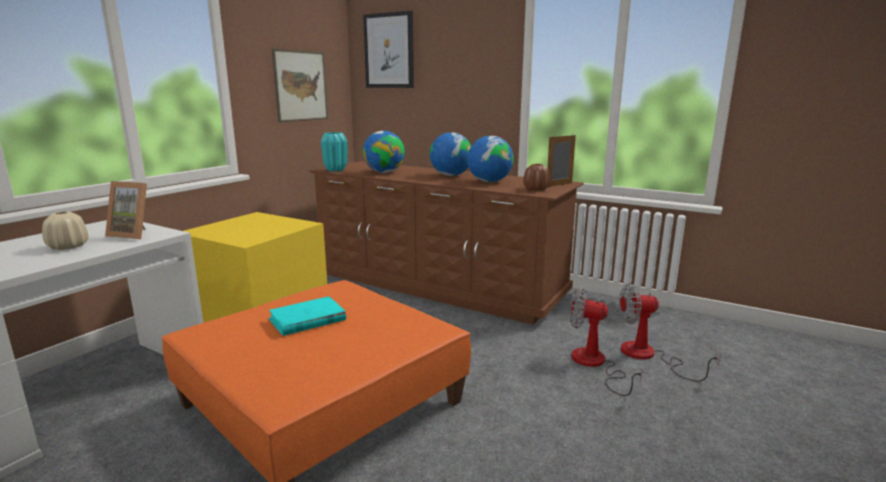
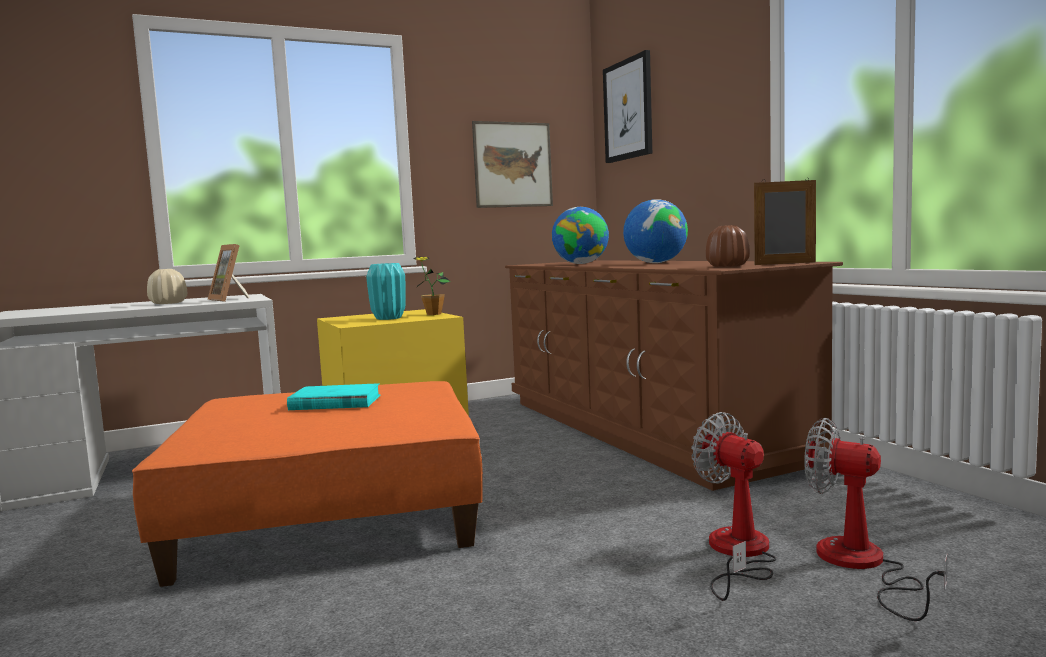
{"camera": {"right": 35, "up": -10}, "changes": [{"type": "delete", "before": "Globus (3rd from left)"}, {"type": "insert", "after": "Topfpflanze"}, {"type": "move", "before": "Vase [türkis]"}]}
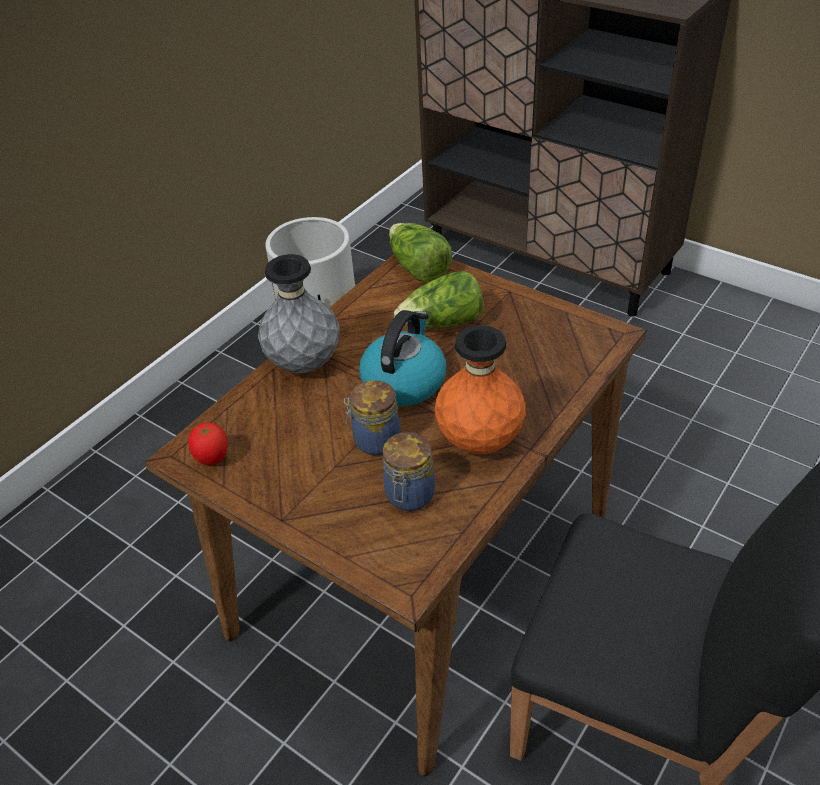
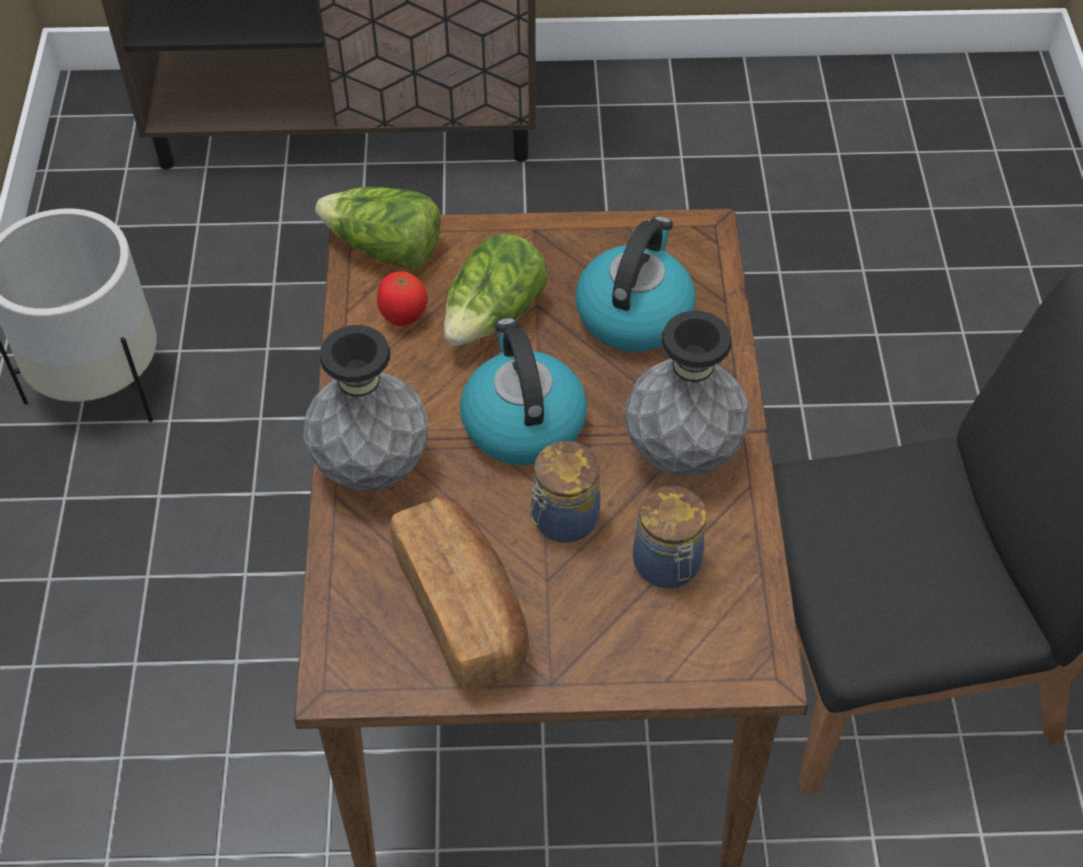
{"camera": {"right": -40, "up": 10}, "changes": [{"type": "insert", "after": "Brot"}, {"type": "insert", "after": "Wasserkessel (2nd from left)"}, {"type": "move", "before": "Tomate"}, {"type": "recolor", "before": "Vase [orange]", "after": "Vase [grau] (2nd from left)"}]}
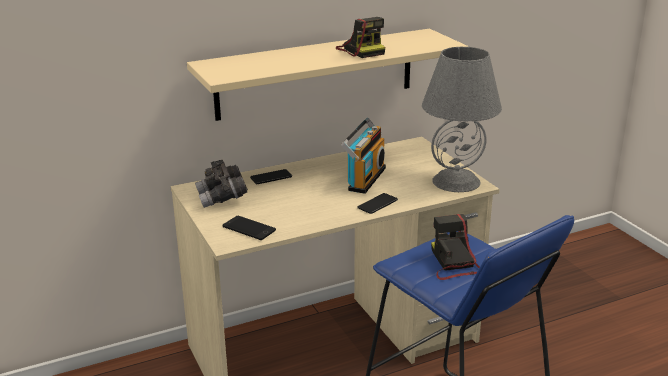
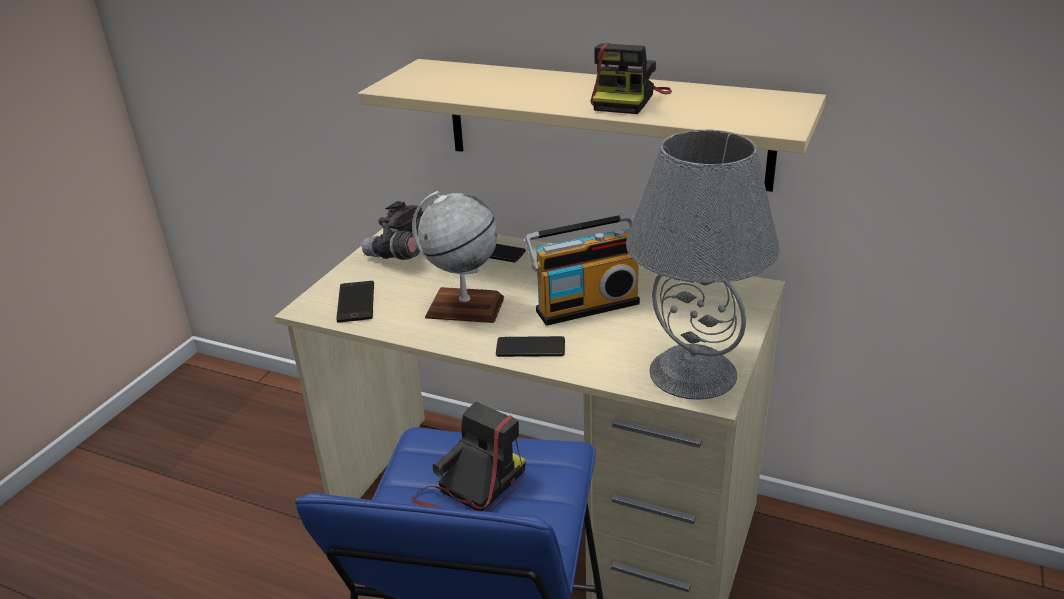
{"camera": {"right": 50, "up": 5}, "changes": [{"type": "insert", "after": "Globus"}]}
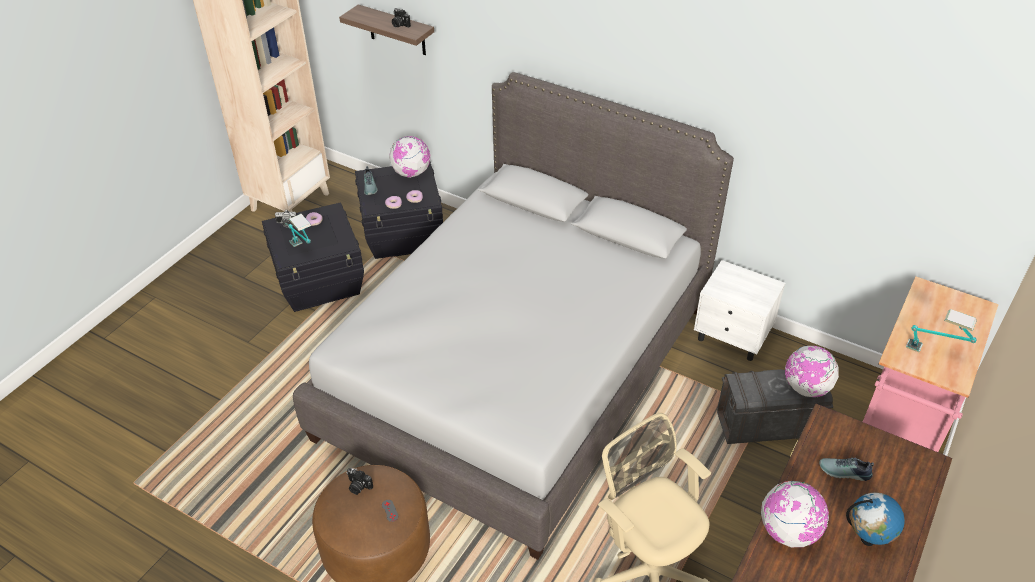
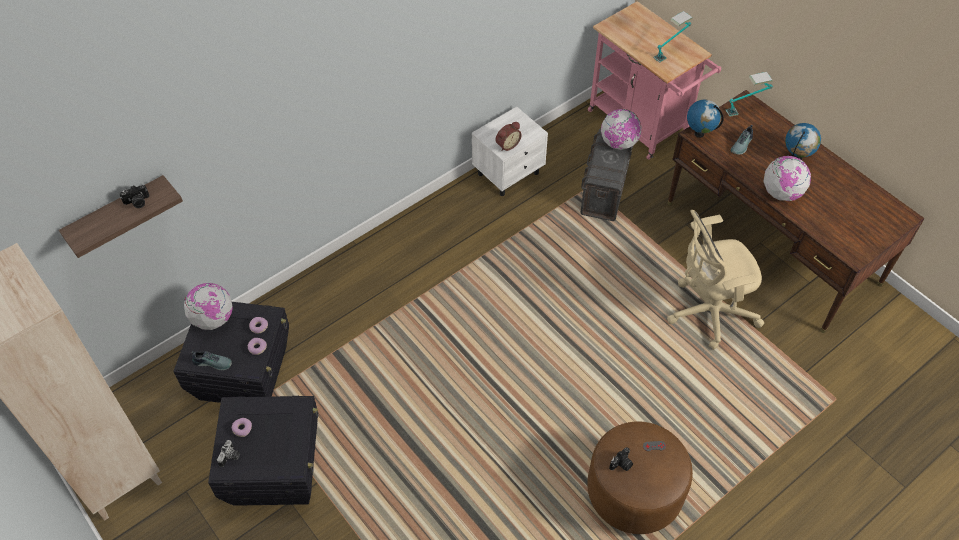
{"camera": {"right": -70, "up": 10}, "changes": [{"type": "delete", "before": "Bett [grau]"}, {"type": "insert", "after": "Wecker"}, {"type": "insert", "after": "Globus (3rd from left)"}, {"type": "move", "before": "Tischlampe (1st from left in the first image)", "after": "Tischlampe (2nd from left)"}]}
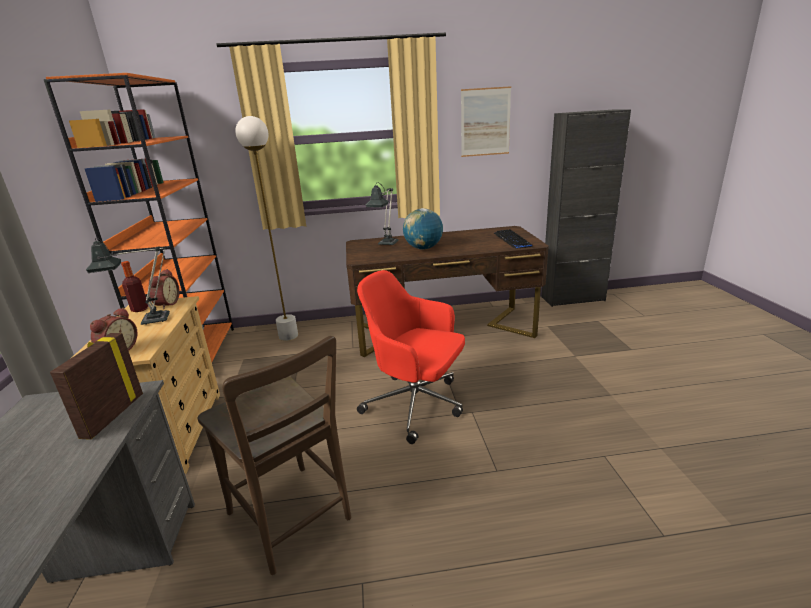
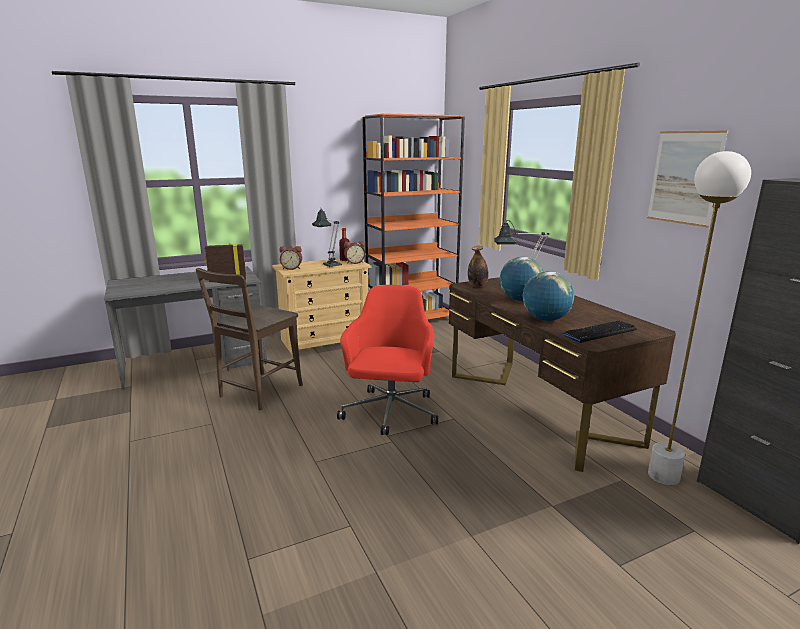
{"camera": {"right": 70, "up": -5}, "changes": [{"type": "insert", "after": "Flasche (2nd from left)"}, {"type": "insert", "after": "Globus (2nd from left)"}, {"type": "move", "before": "Stehlampe [weiß]"}]}
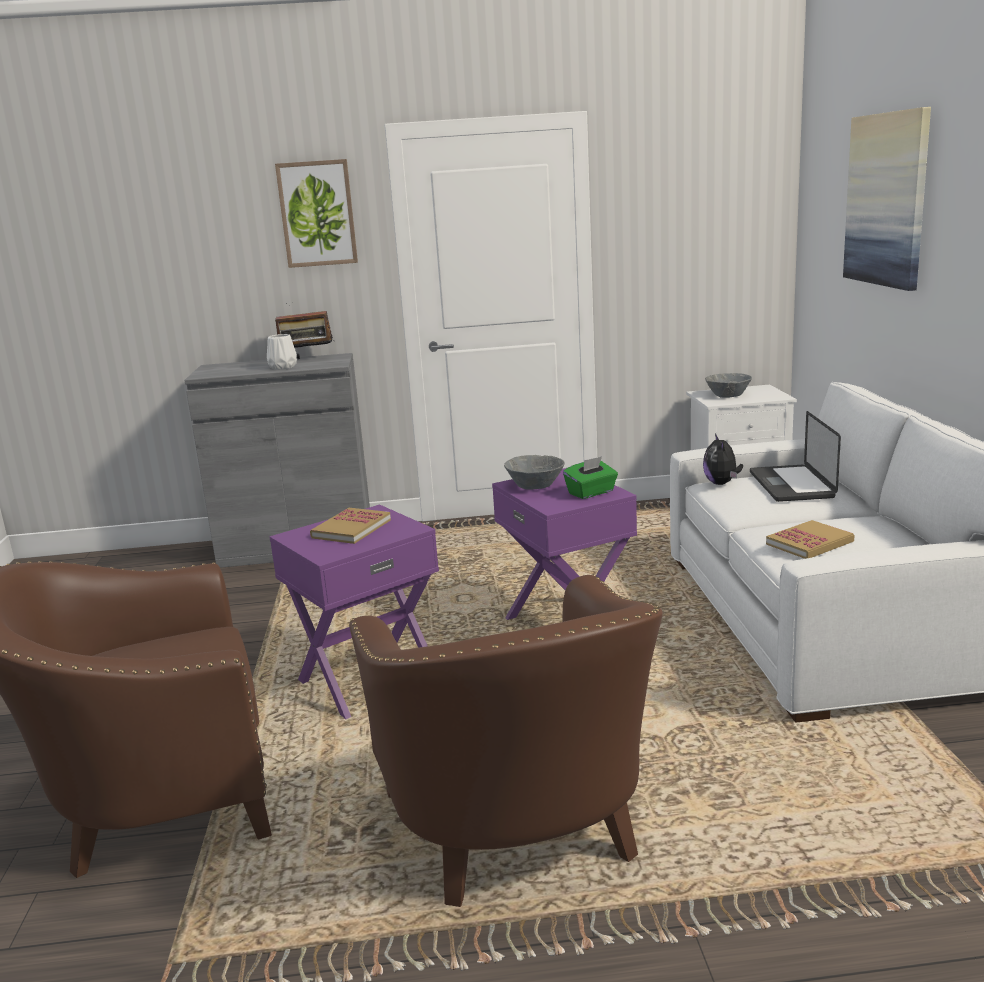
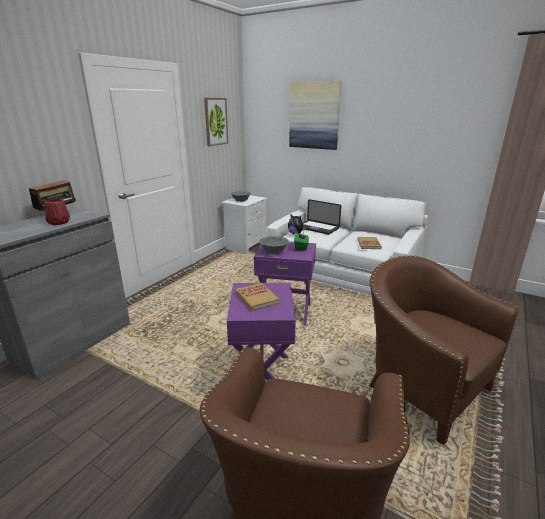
{"camera": {"right": -55, "up": 5}, "changes": [{"type": "move", "before": "Bild (1st from left)"}, {"type": "recolor", "before": "Vase [weiß]", "after": "Vase [rot]"}, {"type": "rotate", "before": "Sessel [braun] (2nd from left)", "turn": -150}]}
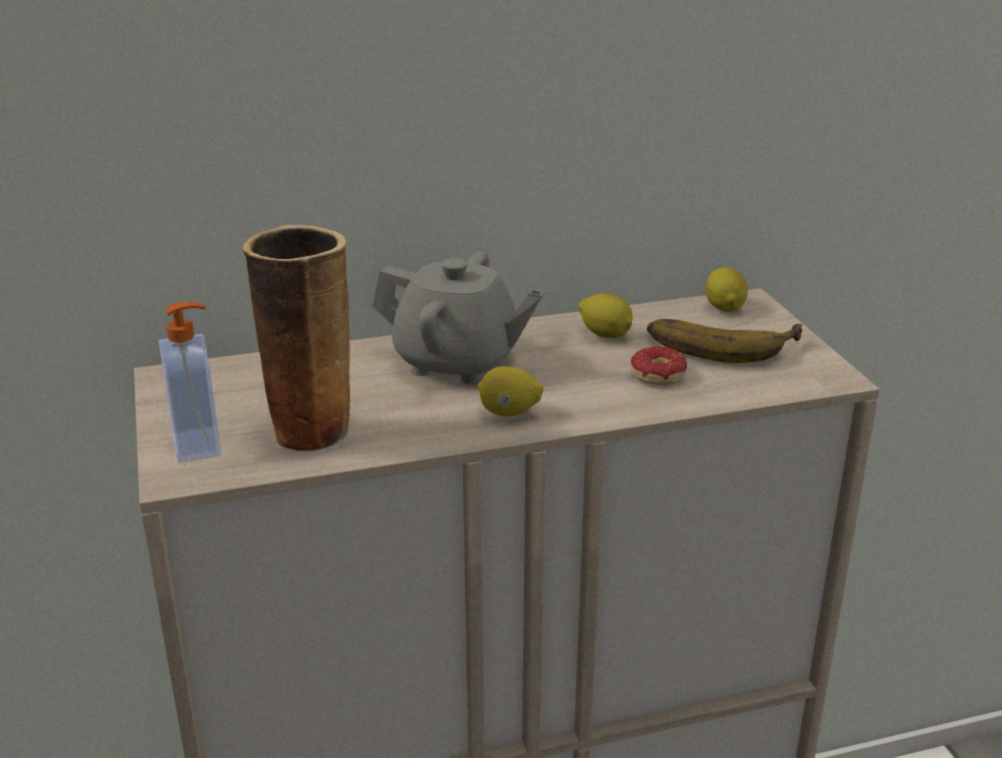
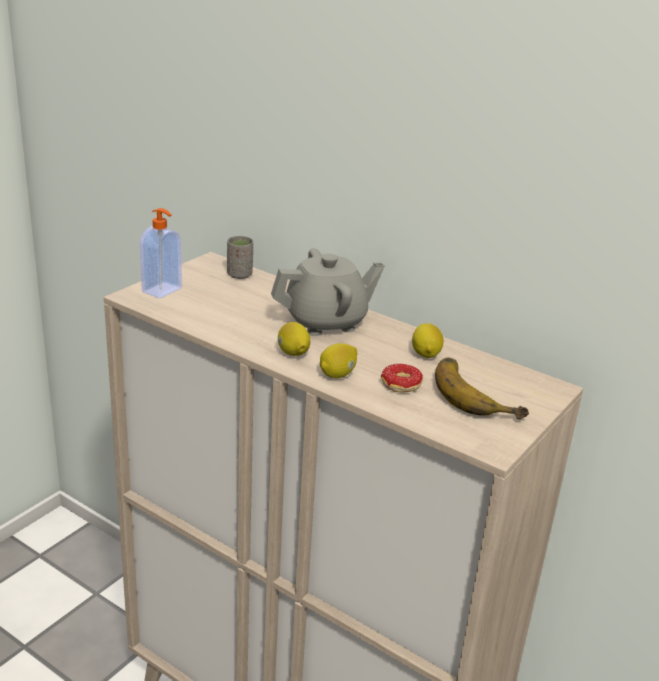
{"camera": {"right": 50, "up": 0}, "changes": [{"type": "delete", "before": "Vase"}, {"type": "insert", "after": "Tasse [grau]"}, {"type": "move", "before": "Zitrone (3rd from left in the first image)", "after": "Zitrone (2nd from left)"}, {"type": "rotate", "before": "Teekanne [grau]", "turn": -90}]}
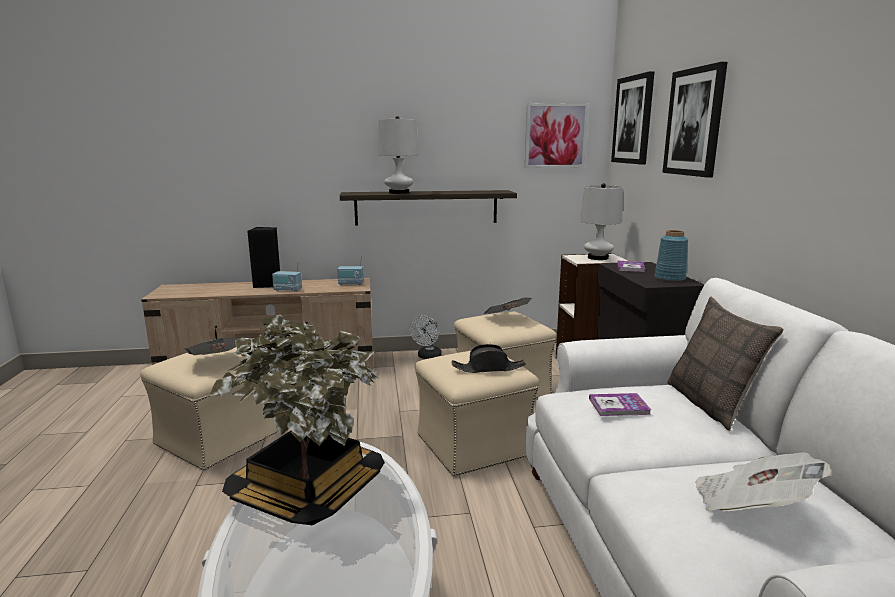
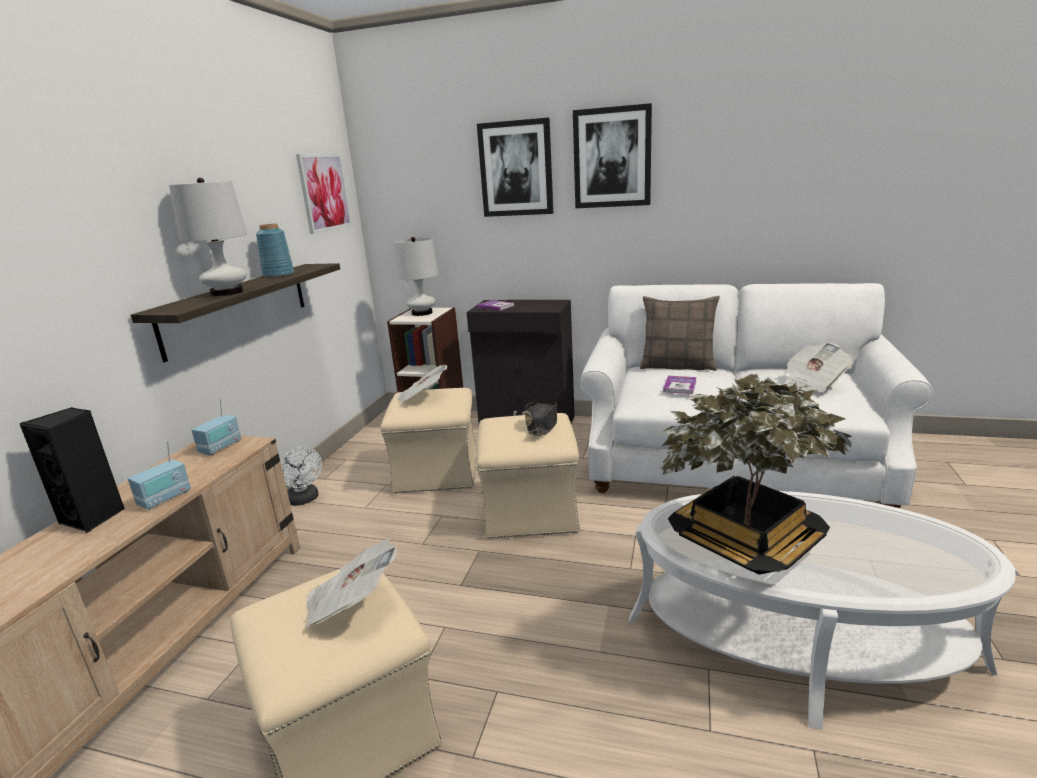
{"camera": {"right": -65, "up": 5}, "changes": [{"type": "move", "before": "Bild (2nd from left in the first image)", "after": "Bild (3rd from left)"}, {"type": "move", "before": "Vase [blau]"}]}
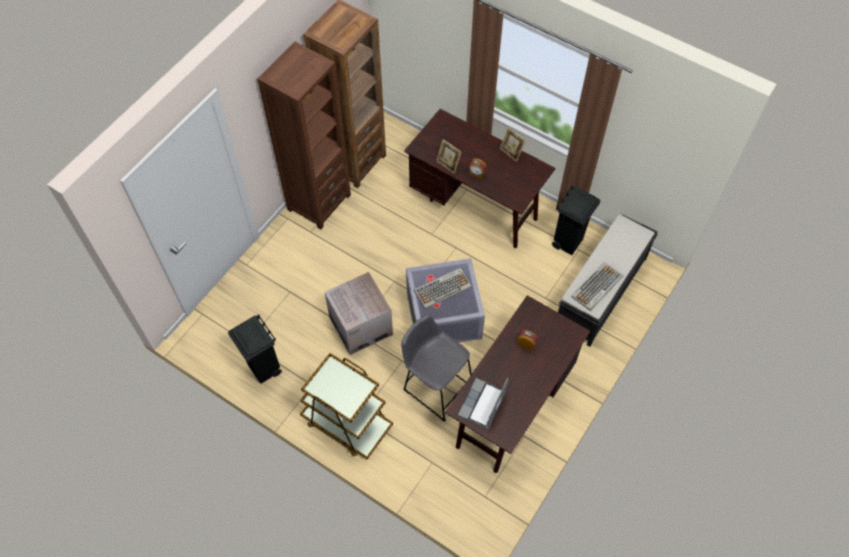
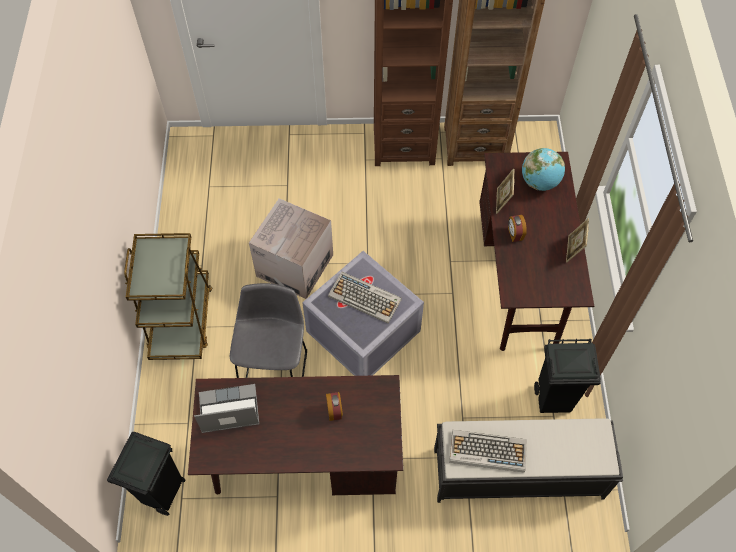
{"camera": {"right": 55, "up": 0}, "changes": [{"type": "insert", "after": "Globus"}, {"type": "move", "before": "Mülleimer [schwarz] (1st from left)"}]}
